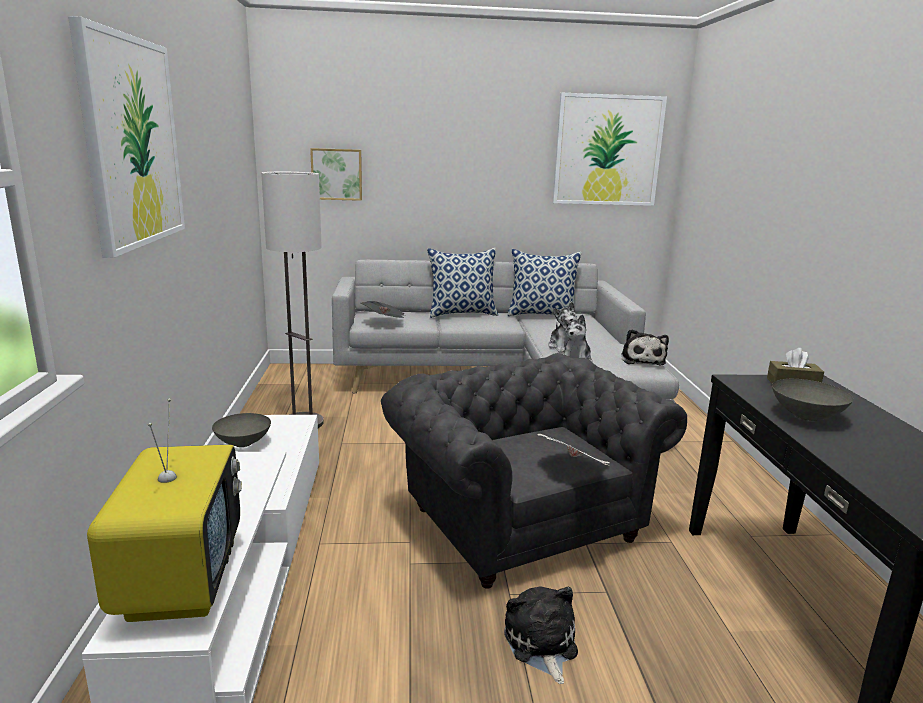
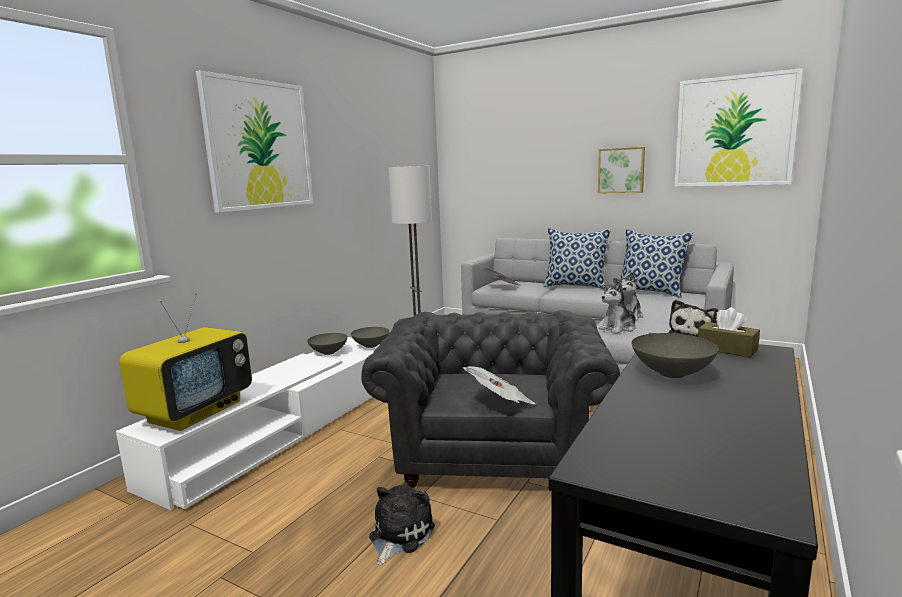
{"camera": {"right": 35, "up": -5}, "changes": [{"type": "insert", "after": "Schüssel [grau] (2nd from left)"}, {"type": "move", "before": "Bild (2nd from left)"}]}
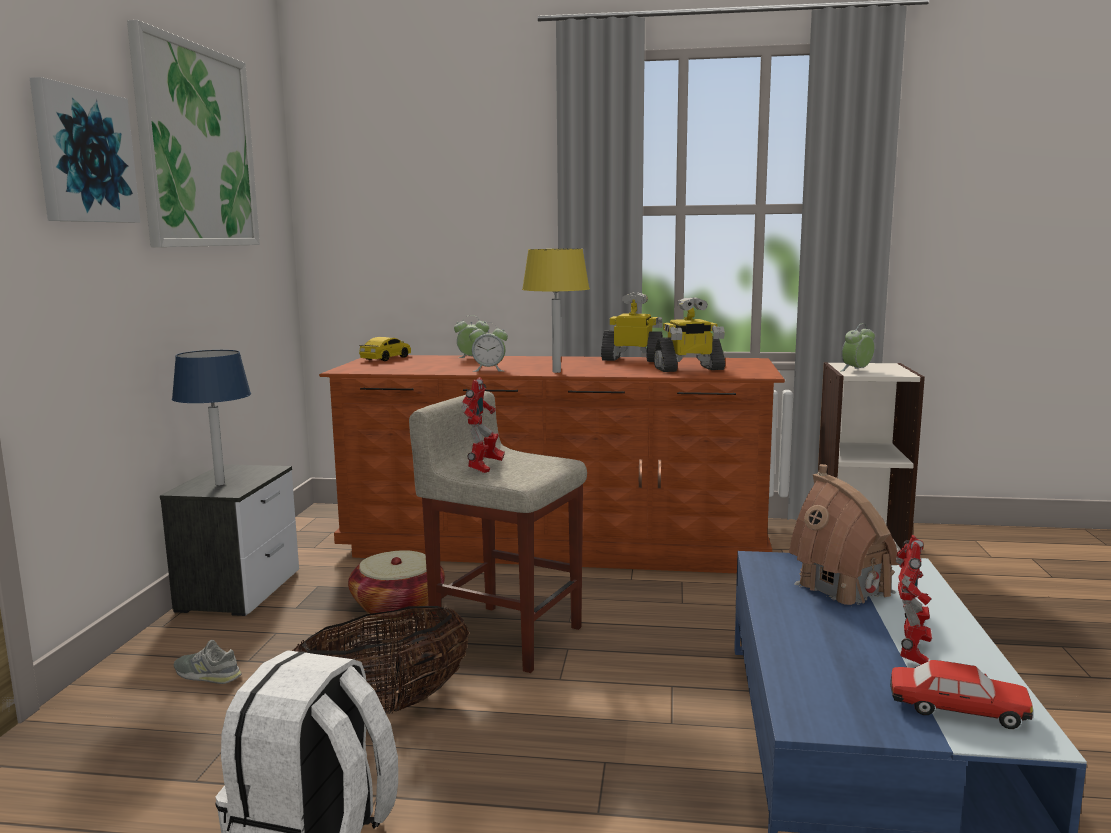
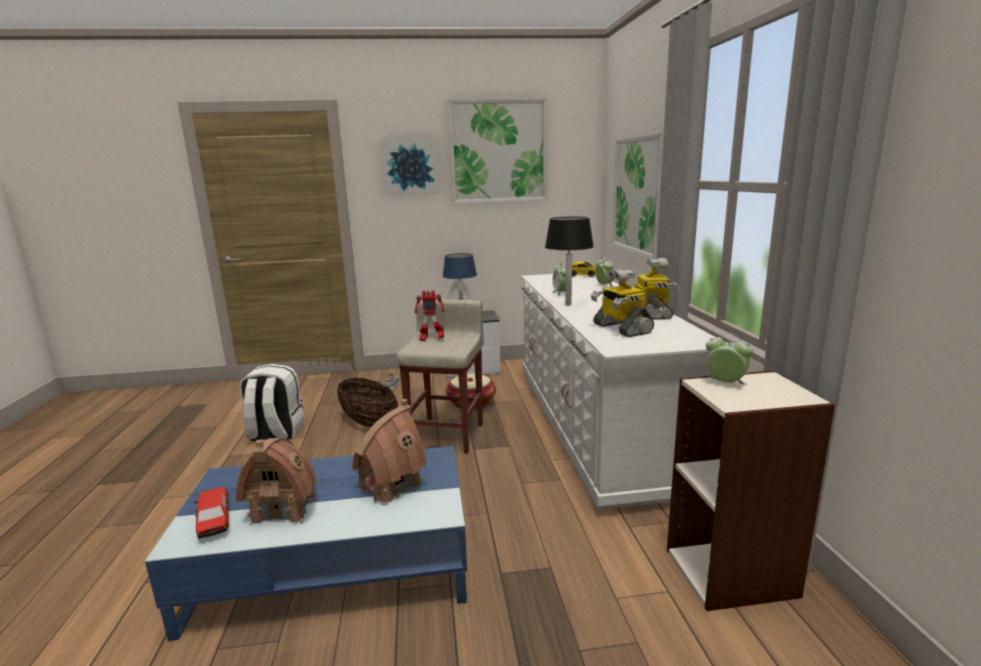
{"camera": {"right": 75, "up": 5}, "changes": [{"type": "insert", "after": "Bild (3rd from left)"}, {"type": "replace", "before": "Spielzeugroboter (4th from left)", "after": "Spielzeughaus (1st from left)"}, {"type": "recolor", "before": "Kommode [braun]", "after": "Kommode [weiß]"}, {"type": "recolor", "before": "Tischlampe [gelb]", "after": "Tischlampe [schwarz]"}, {"type": "rotate", "before": "Spielzeugauto (2nd from left in the first image)", "turn": 150}]}
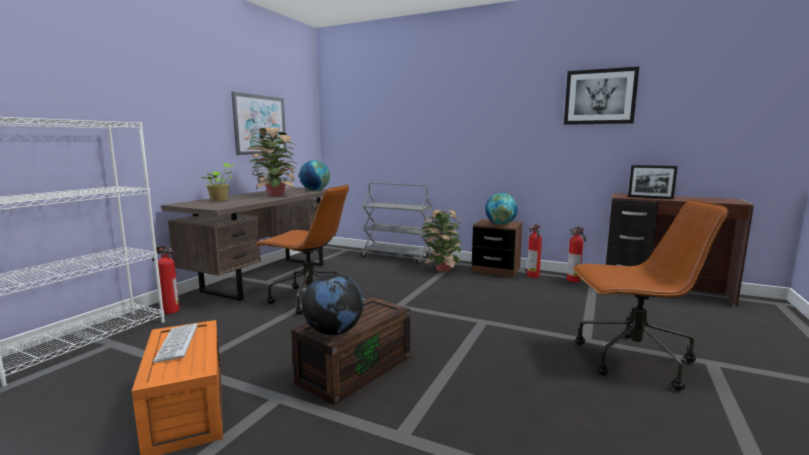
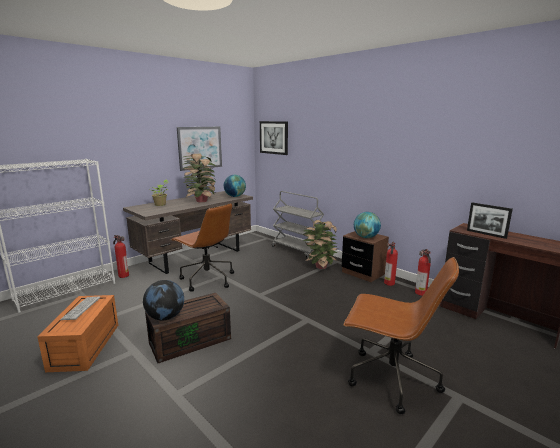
{"camera": {"right": 20, "up": 5}, "changes": [{"type": "move", "before": "Bild (2nd from left)"}]}
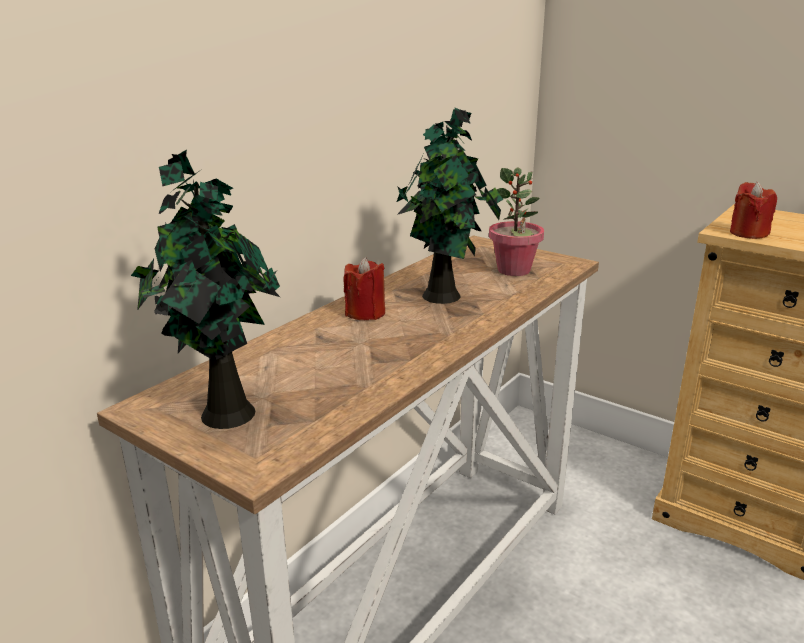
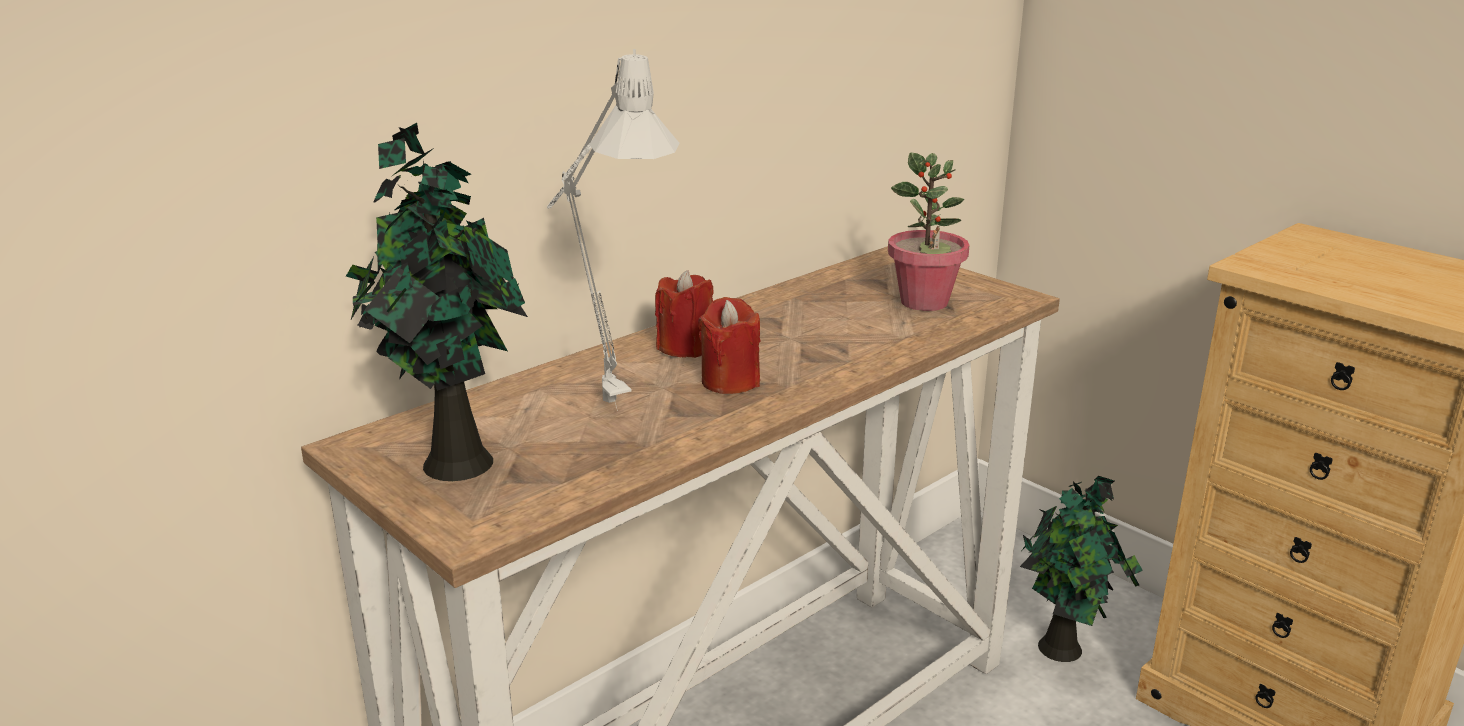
{"camera": {"right": 10, "up": 0}, "changes": [{"type": "insert", "after": "Tischlampe [grau]"}, {"type": "move", "before": "Topfpflanze (2nd from left in the first image)", "after": "Topfpflanze (3rd from left)"}, {"type": "move", "before": "Kerze [rot] (2nd from left)"}]}
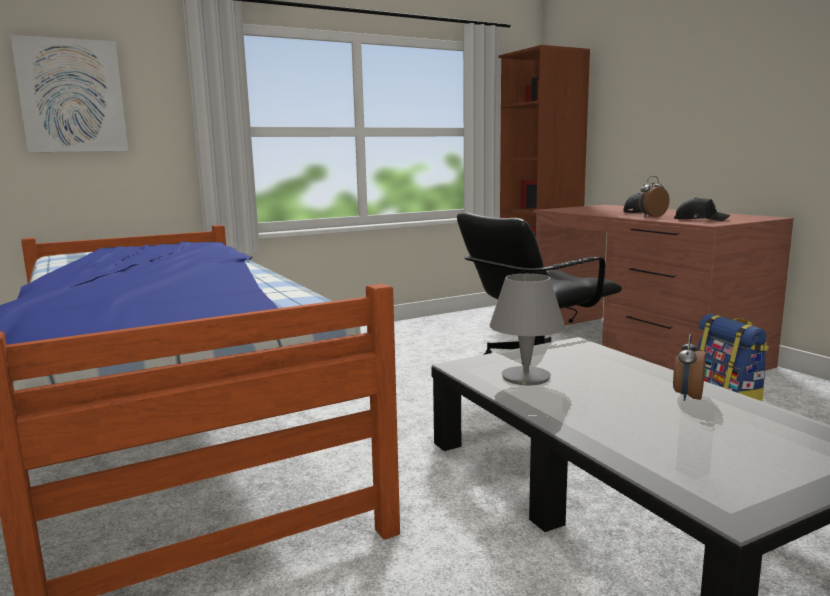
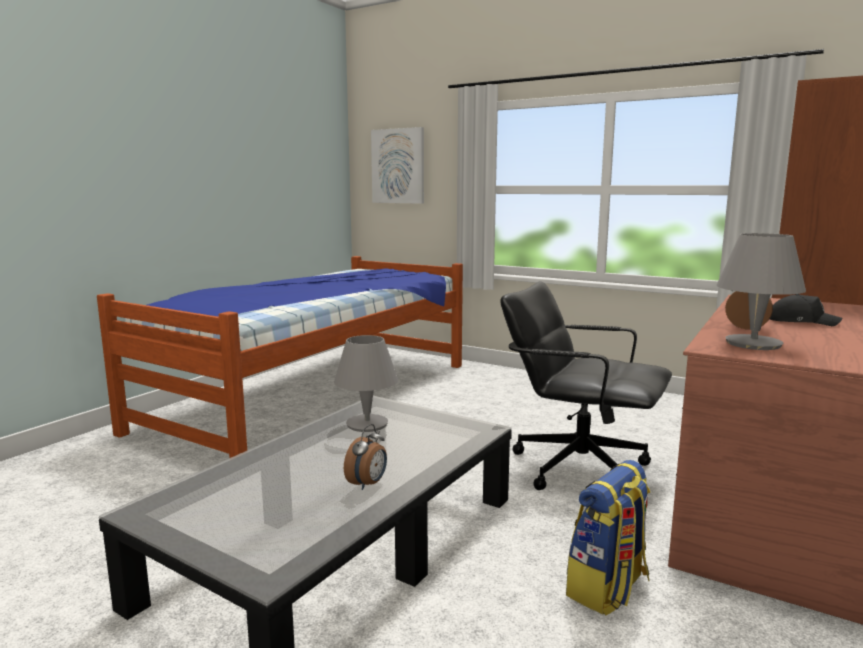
{"camera": {"right": 60, "up": 0}, "changes": [{"type": "replace", "before": "Kappe [schwarz] (2nd from left)", "after": "Tischlampe [grau] (2nd from left)"}, {"type": "rotate", "before": "Wecker (2nd from left in the first image)", "turn": 120}]}
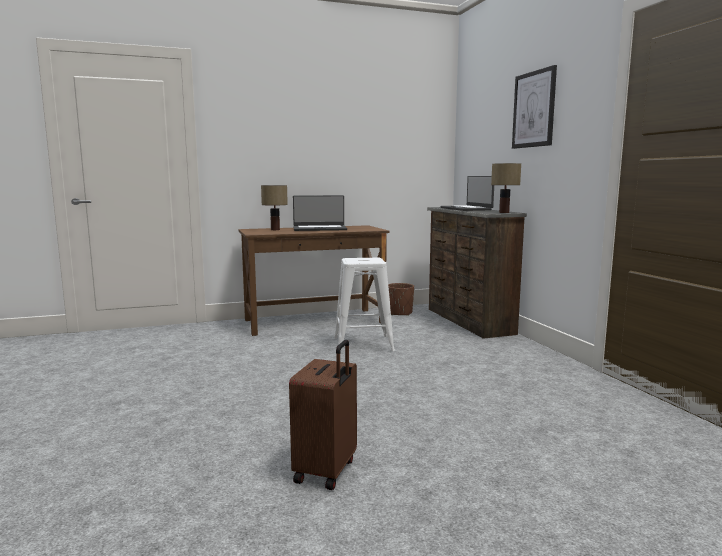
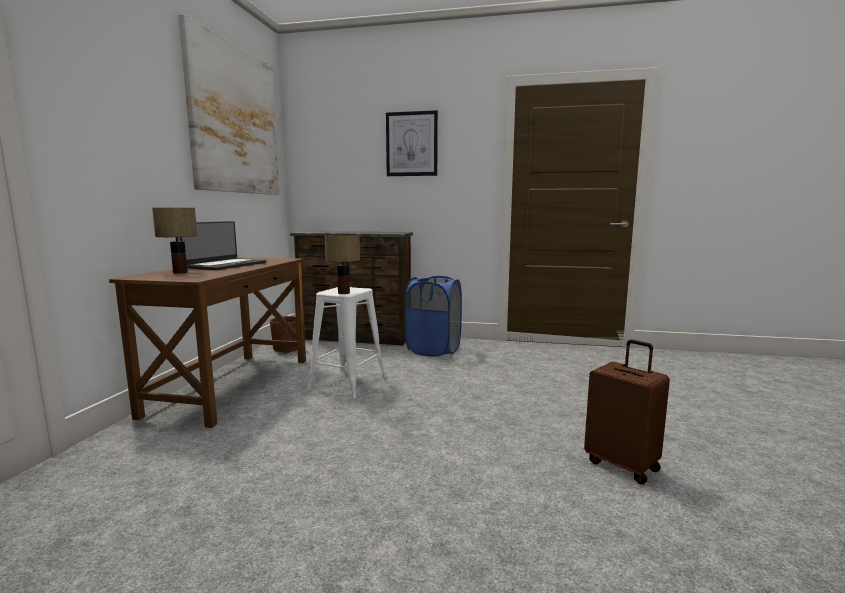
{"camera": {"right": -60, "up": 0}, "changes": [{"type": "delete", "before": "Laptop (2nd from left)"}, {"type": "insert", "after": "Bild (1st from left)"}, {"type": "insert", "after": "Wäschekorb [blau]"}, {"type": "move", "before": "Tischlampe (2nd from left)"}]}
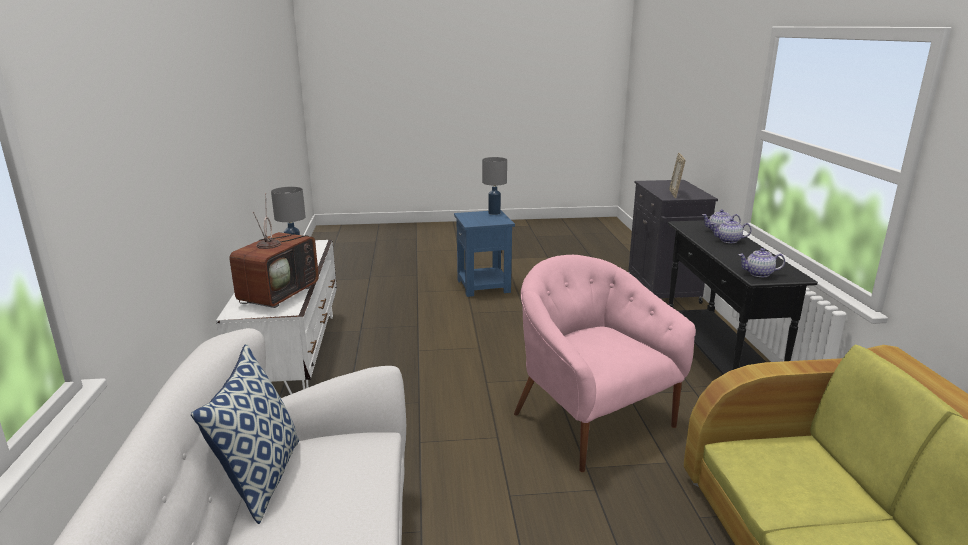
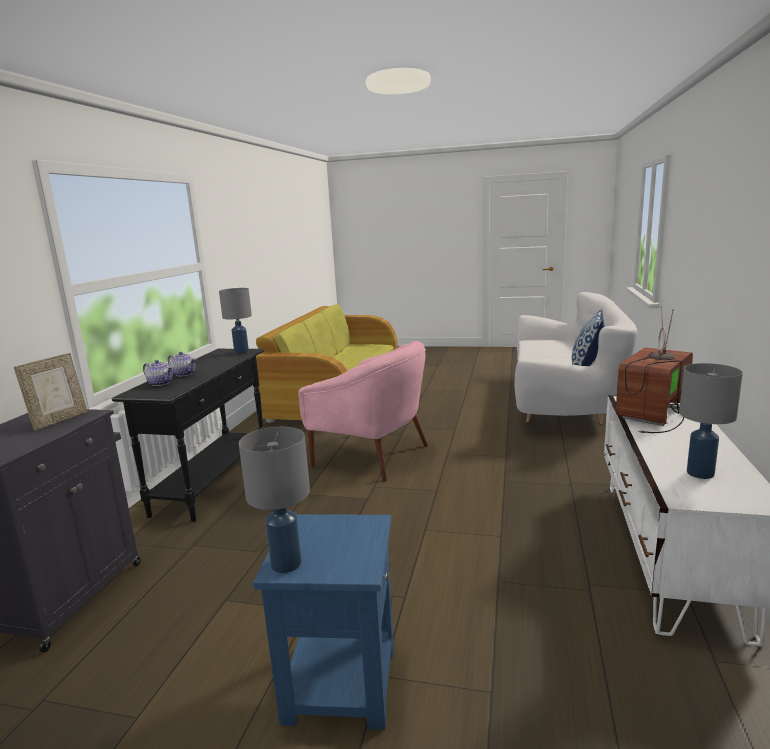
{"camera": {"right": -160, "up": -5}, "changes": [{"type": "replace", "before": "Teekanne (3rd from left)", "after": "Tischlampe [grau] (1st from left)"}, {"type": "rotate", "before": "Sessel [rosa]", "turn": -45}]}
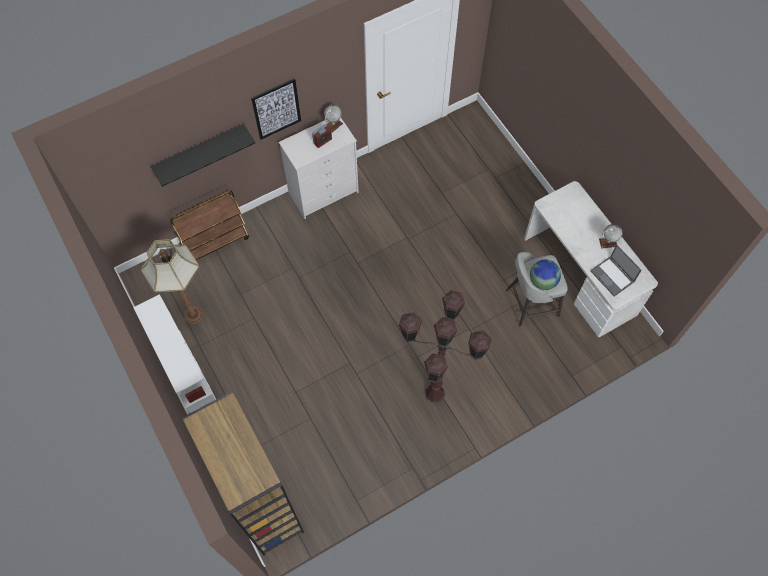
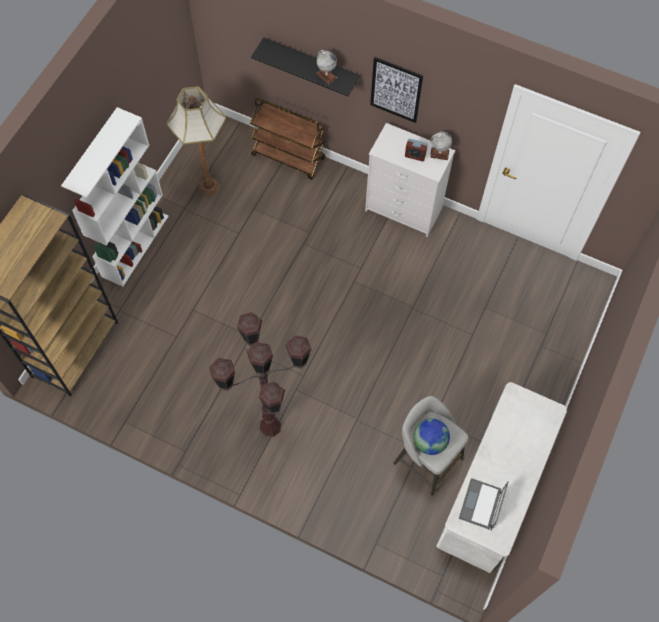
{"camera": {"right": 55, "up": 0}, "changes": [{"type": "move", "before": "Globus (3rd from left in the first image)", "after": "Globus (1st from left)"}]}
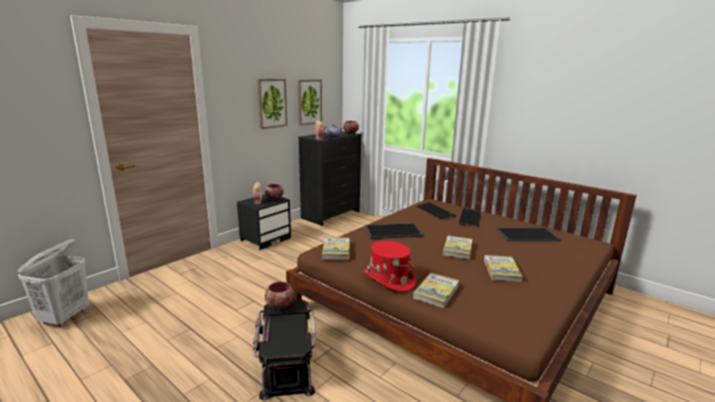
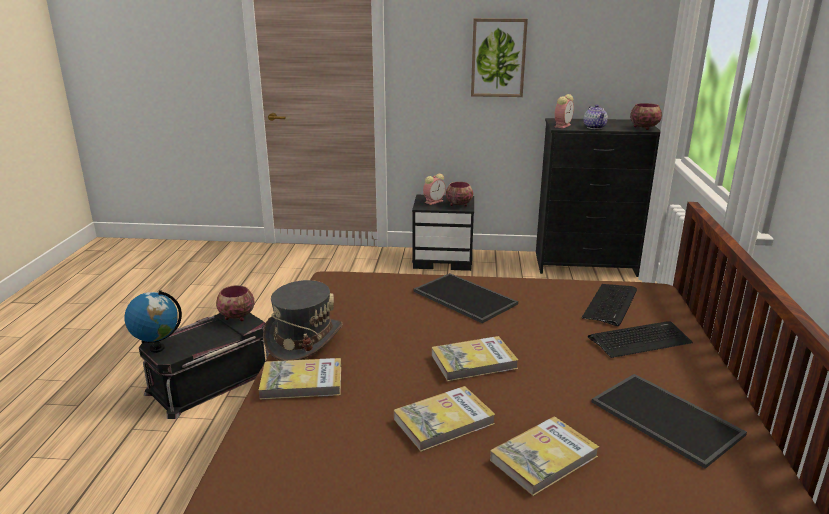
{"camera": {"right": 55, "up": 5}, "changes": [{"type": "delete", "before": "Wäschekorb [weiß]"}, {"type": "delete", "before": "Bild (2nd from left)"}, {"type": "insert", "after": "Globus"}, {"type": "move", "before": "Buch (1st from left in the first image)", "after": "Buch (4th from left)"}, {"type": "recolor", "before": "Hut [rot]", "after": "Hut [grau]"}]}
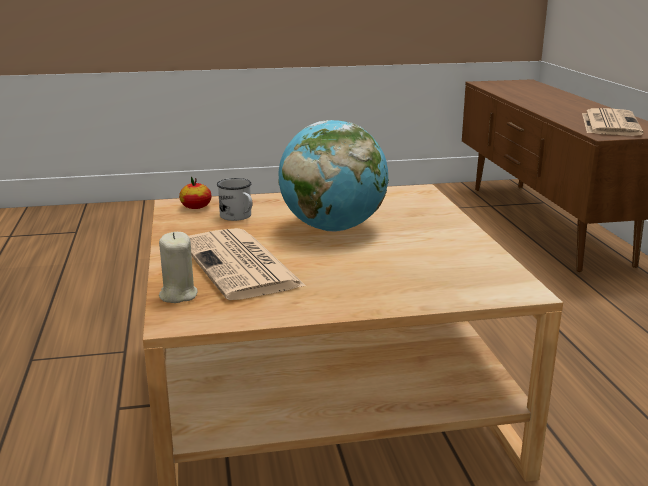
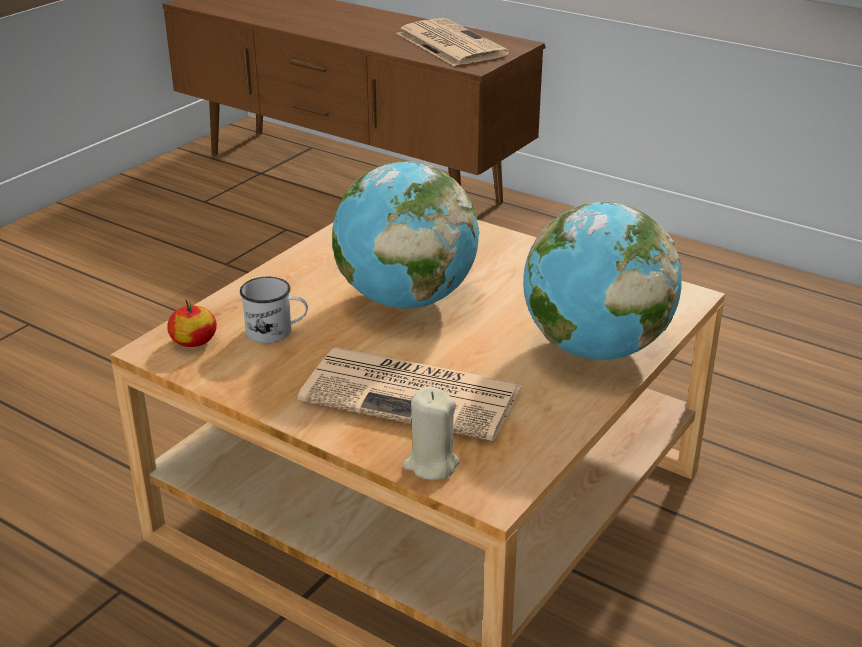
{"camera": {"right": -45, "up": 10}, "changes": [{"type": "insert", "after": "Globus (2nd from left)"}]}
